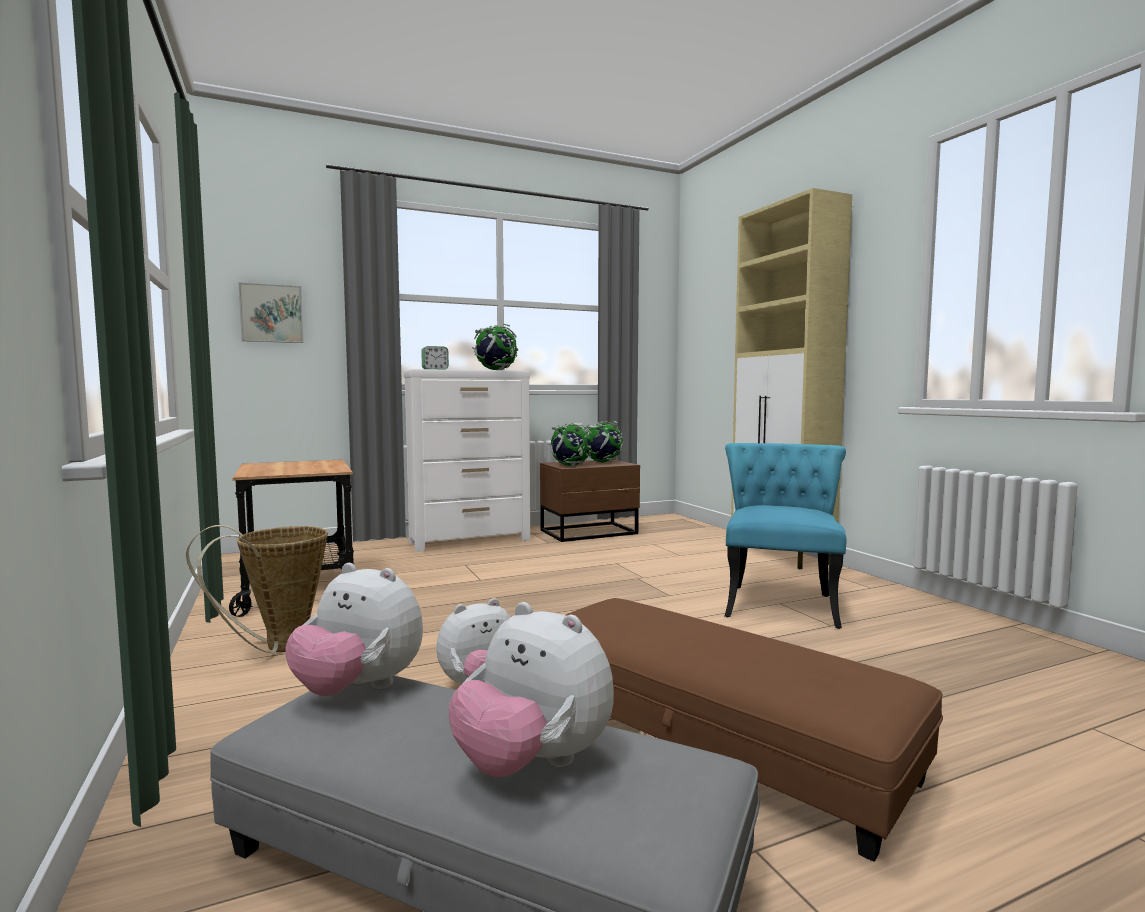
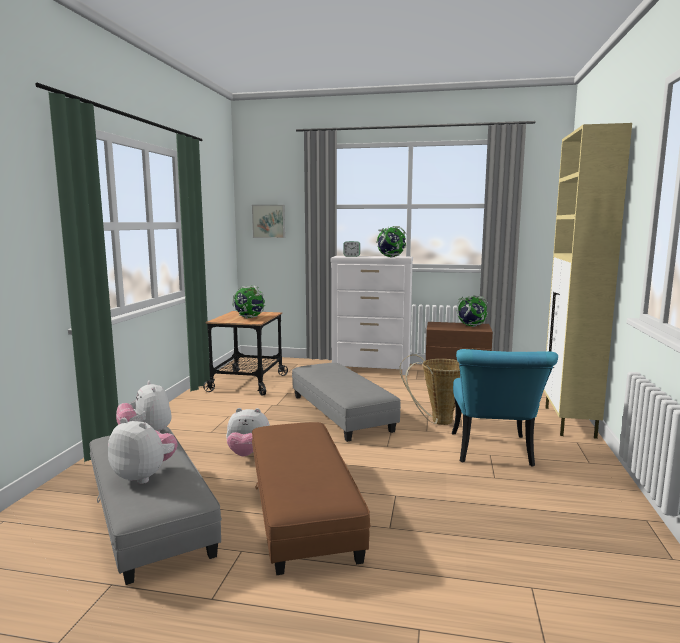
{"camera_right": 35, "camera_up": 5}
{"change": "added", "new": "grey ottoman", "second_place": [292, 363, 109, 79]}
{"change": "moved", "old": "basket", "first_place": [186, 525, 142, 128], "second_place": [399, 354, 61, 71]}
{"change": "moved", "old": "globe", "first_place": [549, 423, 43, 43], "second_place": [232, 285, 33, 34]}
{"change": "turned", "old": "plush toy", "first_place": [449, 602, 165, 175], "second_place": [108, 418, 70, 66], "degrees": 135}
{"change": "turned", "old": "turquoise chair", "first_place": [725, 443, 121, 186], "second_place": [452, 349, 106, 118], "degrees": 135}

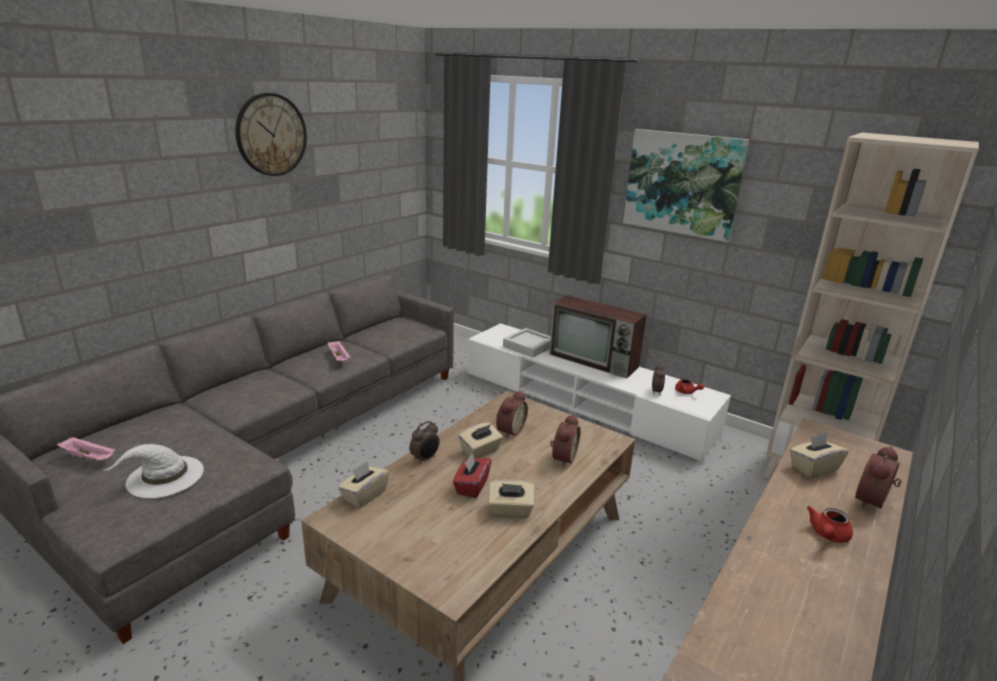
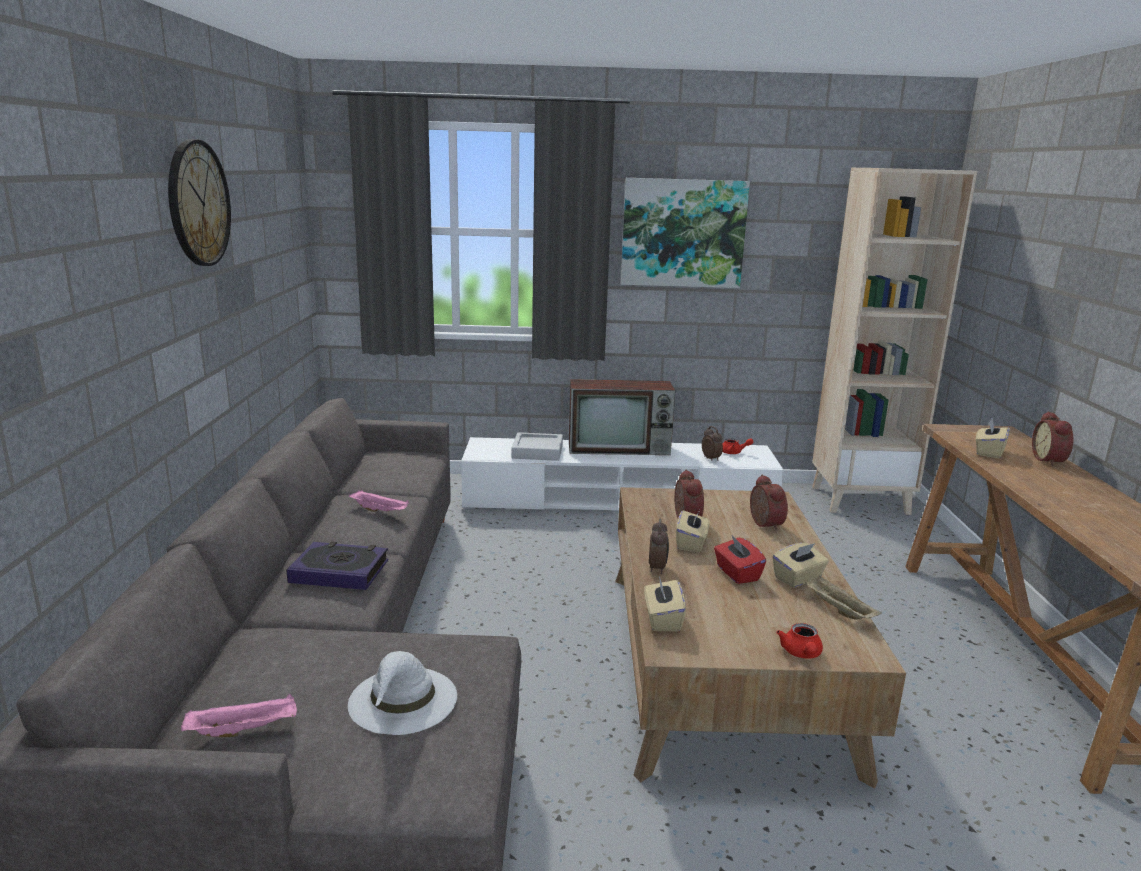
{"camera_right": -35, "camera_up": -5}
{"change": "added", "new": "book", "second_place": [286, 541, 102, 49]}
{"change": "added", "new": "beige tray", "second_place": [804, 575, 78, 45]}
{"change": "moved", "old": "red teapot", "first_place": [807, 506, 46, 37], "second_place": [776, 623, 47, 36]}

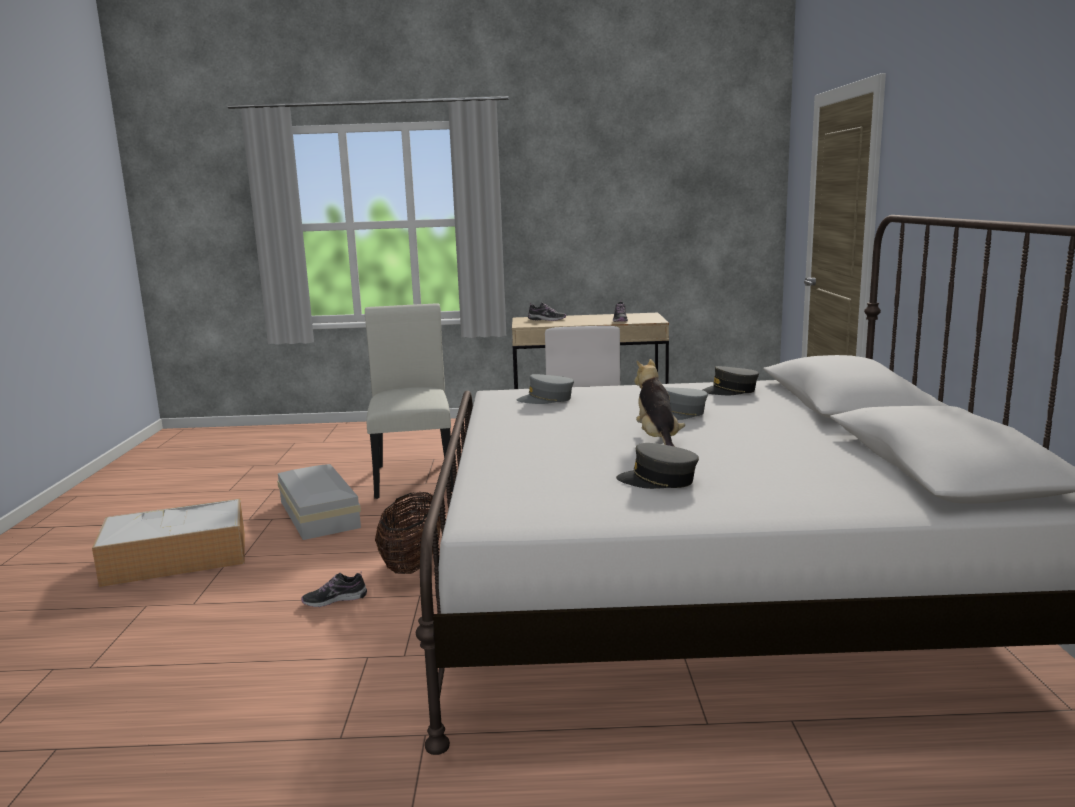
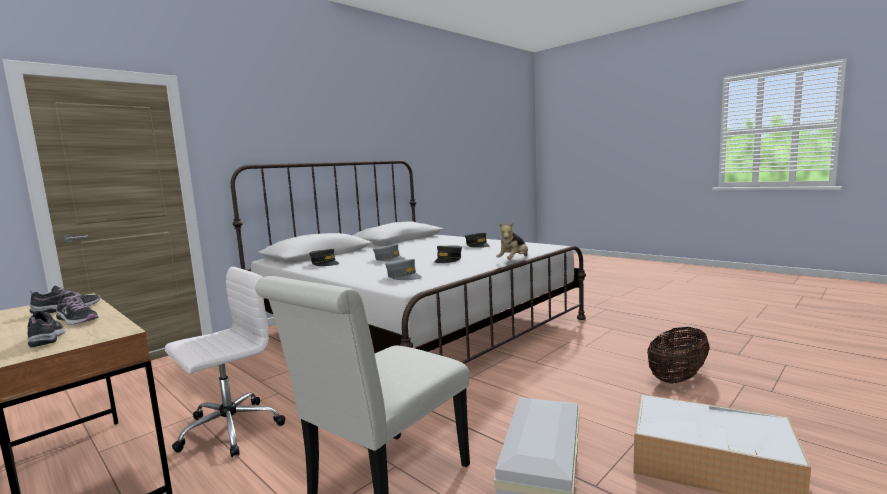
{"camera_right": -135, "camera_up": -5}
{"change": "added", "new": "grey cap", "second_place": [434, 245, 28, 18]}
{"change": "moved", "old": "shoe", "first_place": [301, 571, 66, 36], "second_place": [56, 291, 42, 34]}
{"change": "moved", "old": "basket", "first_place": [375, 492, 66, 82], "second_place": [647, 327, 63, 57]}
{"change": "moved", "old": "plush toy", "first_place": [634, 359, 51, 88], "second_place": [496, 222, 32, 37]}

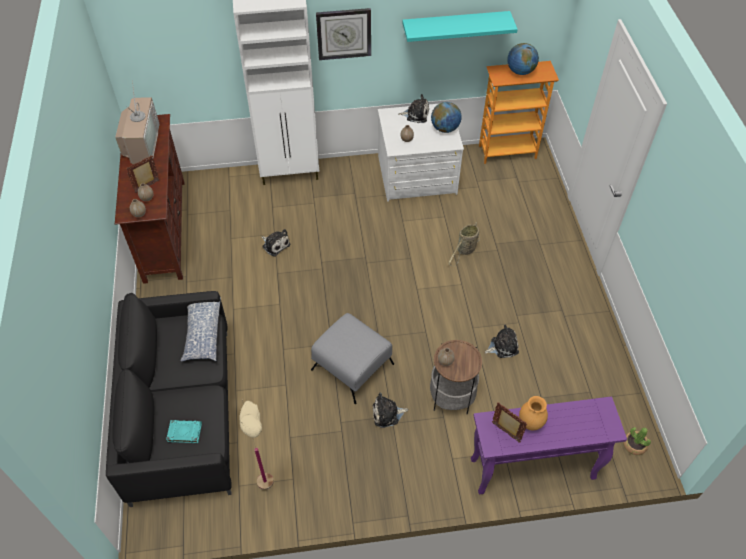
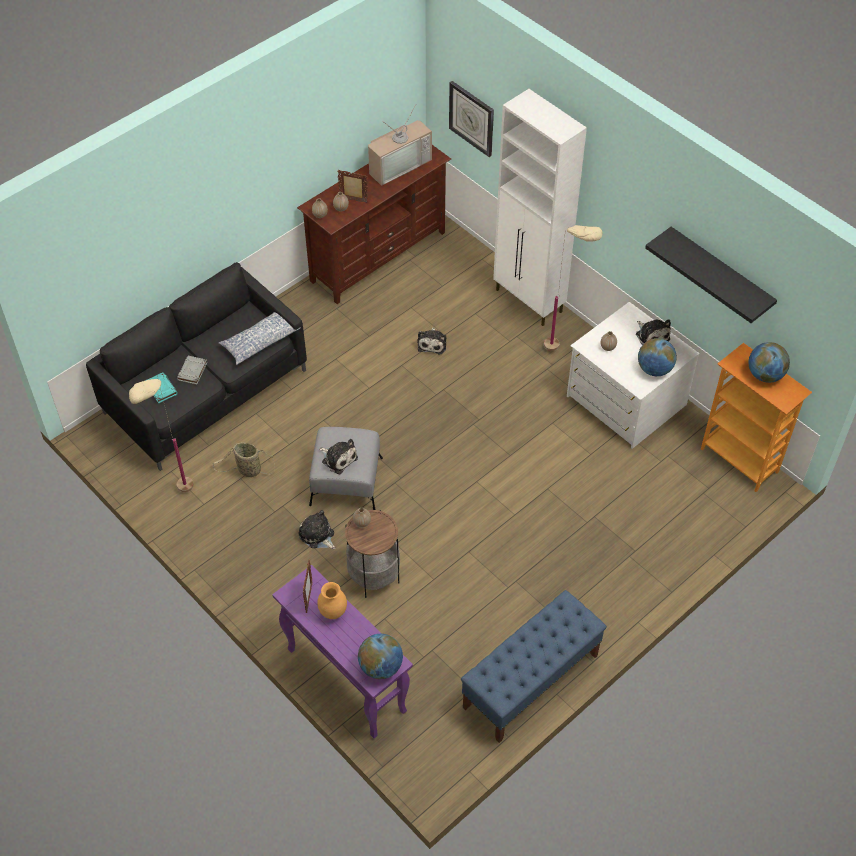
{"camera_right": 55, "camera_up": 0}
{"change": "removed", "old": "potted plant", "first_place": [623, 427, 28, 28]}
{"change": "added", "new": "grey book", "second_place": [177, 356, 30, 29]}
{"change": "added", "new": "globe", "second_place": [358, 634, 45, 45]}
{"change": "added", "new": "blue bench", "second_place": [461, 590, 146, 153]}
{"change": "added", "new": "beige floor lamp", "second_place": [544, 225, 58, 126]}
{"change": "moved", "old": "wall clock", "first_place": [316, 8, 55, 52], "second_place": [449, 81, 45, 76]}
{"change": "moved", "old": "basket", "first_place": [448, 222, 32, 44], "second_place": [212, 442, 63, 35]}
{"change": "moved", "old": "plush toy", "first_place": [485, 325, 34, 33], "second_place": [319, 439, 39, 35]}
{"change": "recoloured", "old": "turquoise shelf", "new": "black shelf", "first_place": [402, 11, 116, 31], "second_place": [645, 227, 132, 96]}

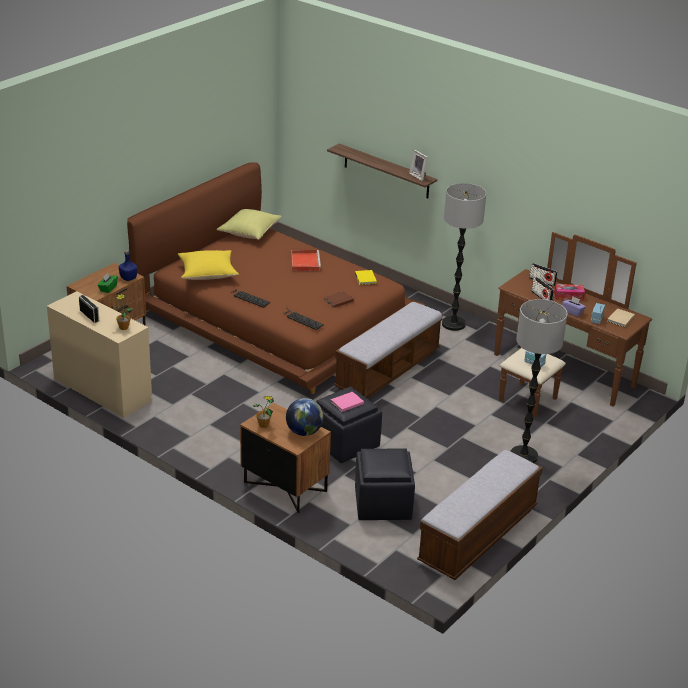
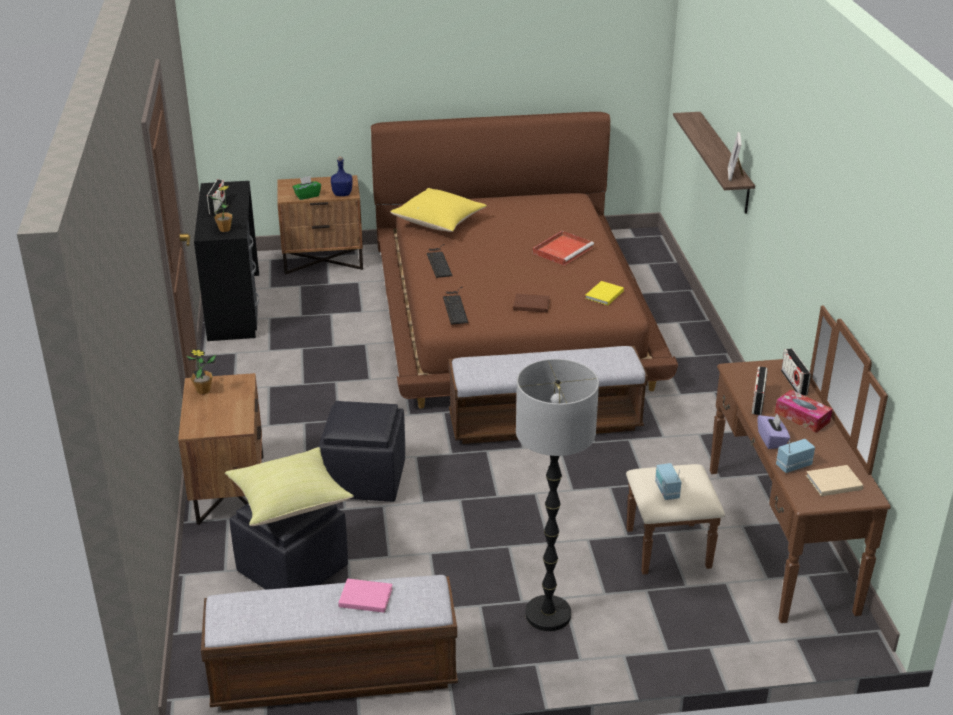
{"camera_right": 45, "camera_up": 0}
{"change": "removed", "old": "globe", "first_place": [286, 398, 37, 38]}
{"change": "removed", "old": "floor lamp", "first_place": [442, 183, 44, 148]}
{"change": "moved", "old": "yellow pillow", "first_place": [217, 209, 64, 31], "second_place": [225, 447, 129, 79]}
{"change": "moved", "old": "pink book", "first_place": [331, 392, 33, 20], "second_place": [338, 578, 55, 35]}
{"change": "recoloured", "old": "beige desk", "new": "black desk", "first_place": [47, 291, 105, 127], "second_place": [194, 181, 65, 160]}

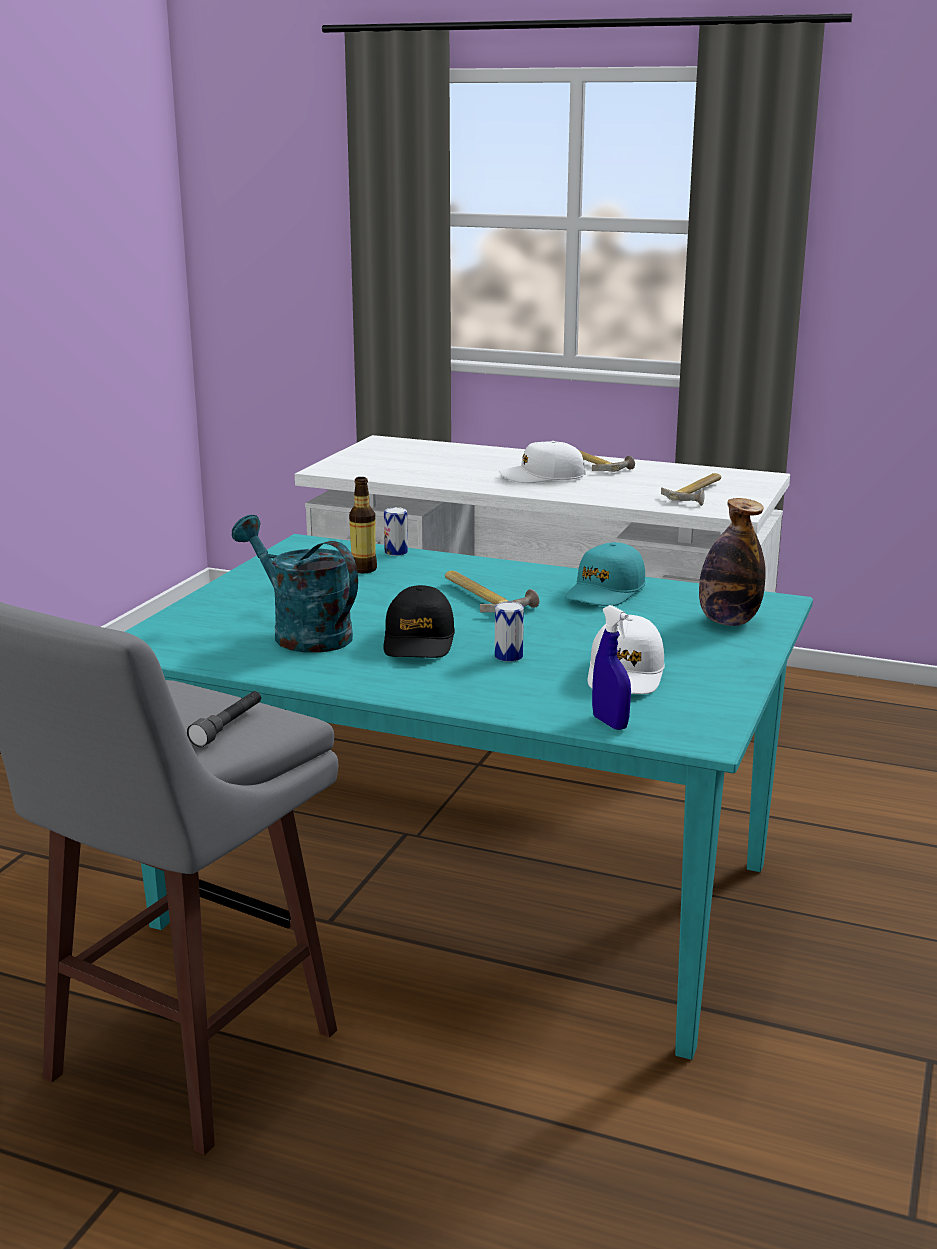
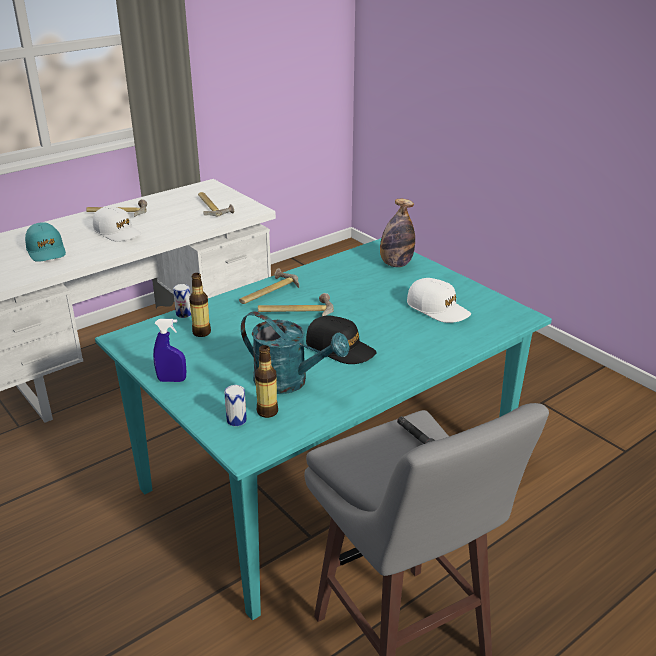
{"camera_right": -60, "camera_up": 10}
{"change": "added", "new": "hammer", "second_place": [239, 268, 60, 36]}
{"change": "added", "new": "bottle", "second_place": [255, 345, 23, 73]}
{"change": "moved", "old": "can", "first_place": [495, 602, 29, 60], "second_place": [224, 385, 23, 41]}
{"change": "moved", "old": "turquoise cap", "first_place": [565, 542, 81, 64], "second_place": [25, 222, 41, 40]}
{"change": "moved", "old": "blue spray bottle", "first_place": [592, 605, 39, 125], "second_place": [153, 319, 33, 63]}
{"change": "turned", "old": "turquoise watering can", "first_place": [232, 515, 126, 138], "second_place": [241, 312, 109, 82], "degrees": -135}
{"change": "turned", "old": "white cap", "first_place": [499, 441, 87, 42], "second_place": [93, 206, 48, 36], "degrees": -75}

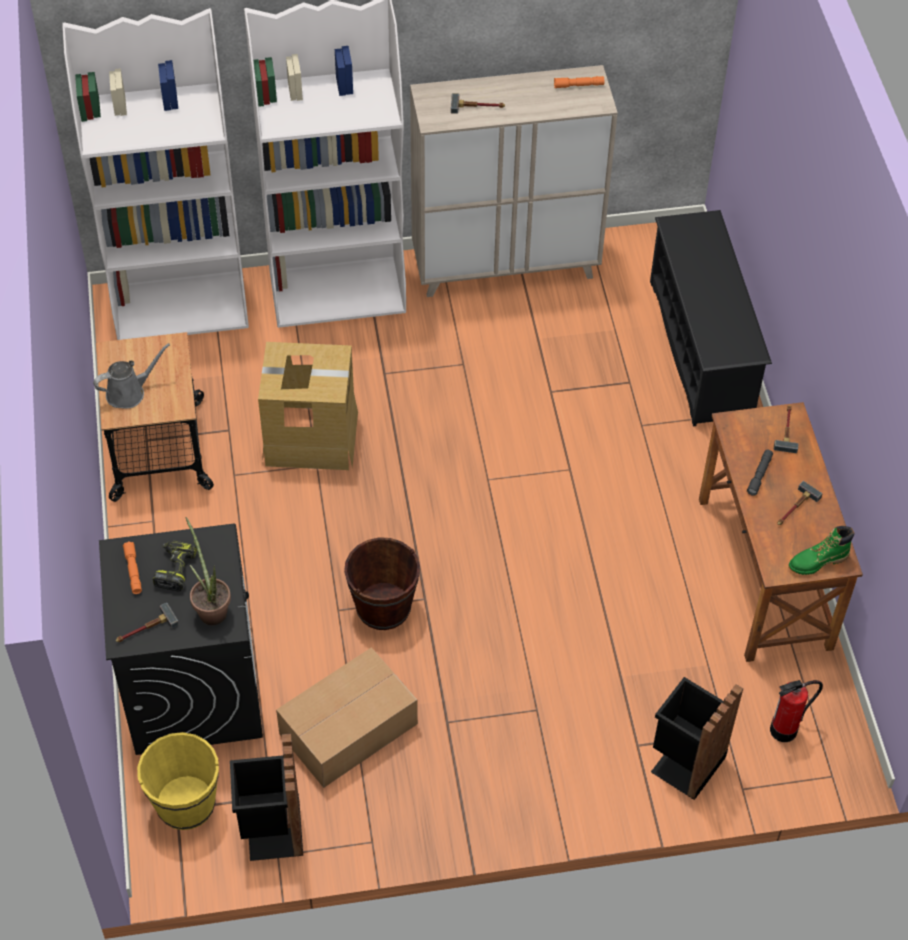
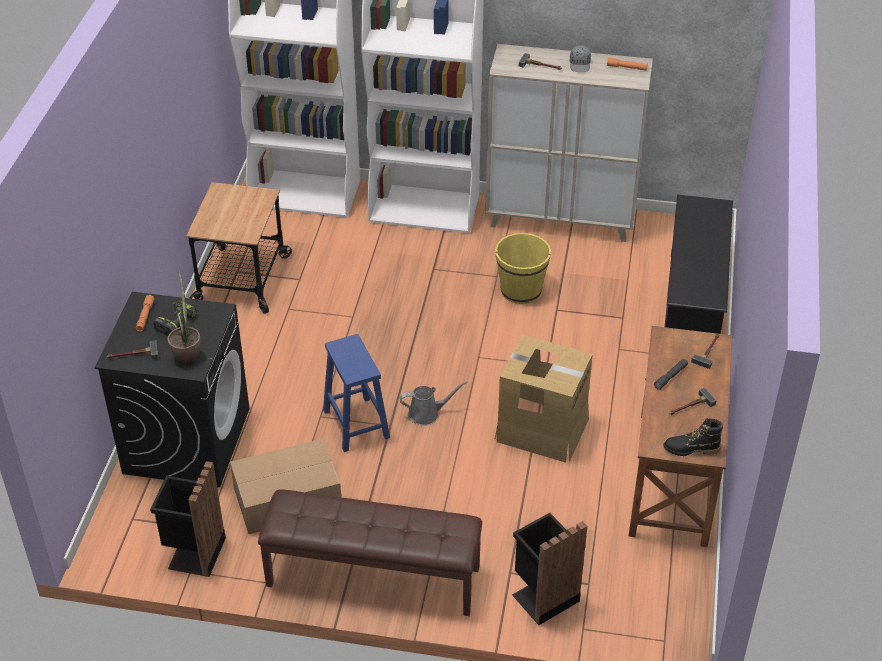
{"camera_right": 20, "camera_up": -10}
{"change": "removed", "old": "fire extinguisher", "first_place": [770, 680, 53, 62]}
{"change": "added", "new": "brown bench", "second_place": [258, 489, 224, 127]}
{"change": "added", "new": "grey cap", "second_place": [570, 45, 21, 27]}
{"change": "moved", "old": "grey watering can", "first_place": [93, 343, 77, 66], "second_place": [400, 381, 68, 45]}
{"change": "moved", "old": "yellow bucket", "first_place": [137, 732, 82, 98], "second_place": [495, 233, 56, 71]}
{"change": "moved", "old": "cardboard box", "first_place": [258, 342, 100, 128], "second_place": [495, 335, 98, 128]}
{"change": "replaced", "old": "brown bucket", "new": "blue stool", "first_place": [344, 537, 76, 93], "second_place": [323, 334, 67, 118]}
{"change": "recoloured", "old": "green boot", "new": "black boot", "first_place": [789, 526, 65, 49], "second_place": [663, 418, 60, 38]}

